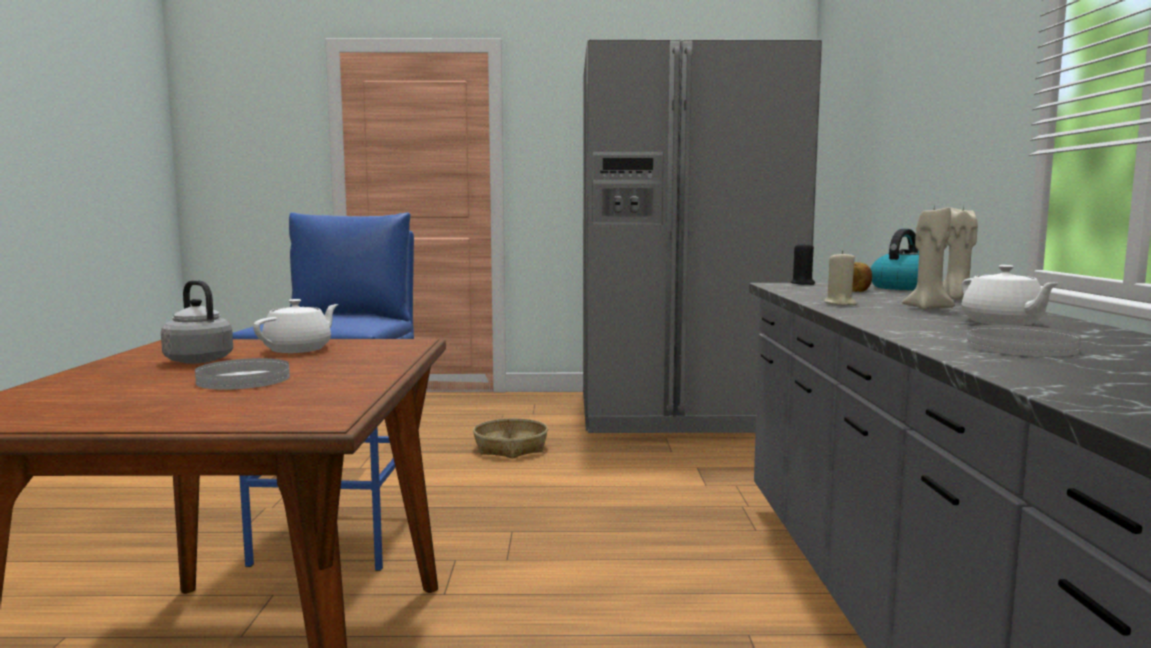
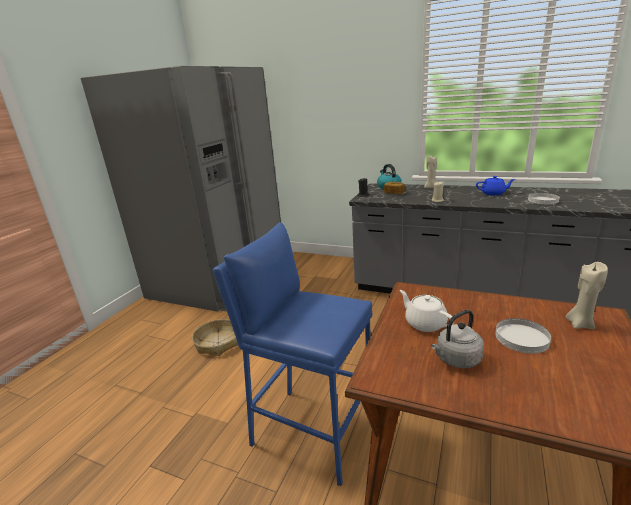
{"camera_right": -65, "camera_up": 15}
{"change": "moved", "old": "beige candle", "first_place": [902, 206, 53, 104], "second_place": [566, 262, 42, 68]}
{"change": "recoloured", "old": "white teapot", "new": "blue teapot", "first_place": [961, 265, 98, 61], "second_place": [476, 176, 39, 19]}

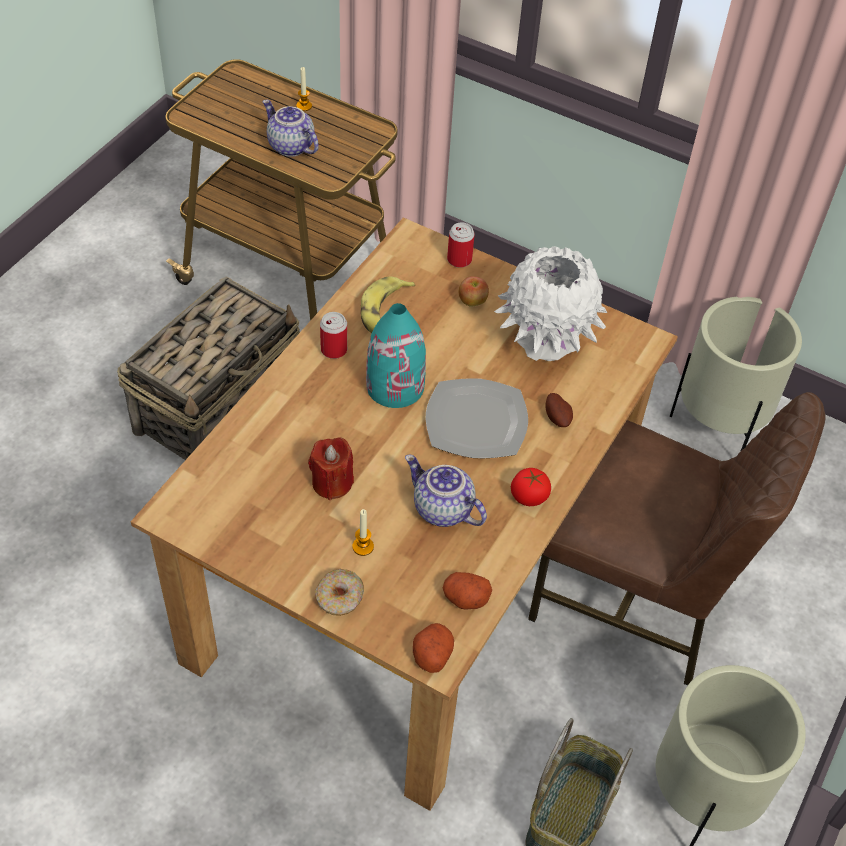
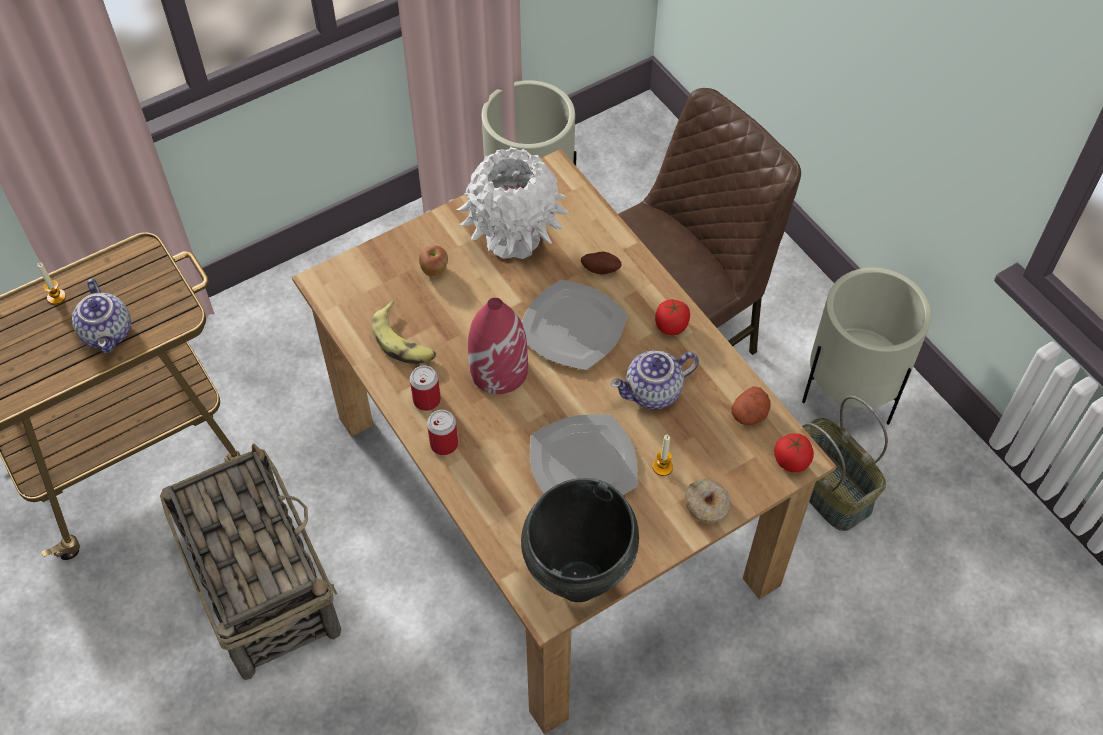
{"camera_right": -60, "camera_up": 5}
{"change": "added", "new": "black cooking pot", "second_place": [521, 478, 118, 124]}
{"change": "moved", "old": "can", "first_place": [447, 222, 28, 46], "second_place": [427, 410, 31, 45]}
{"change": "replaced", "old": "red candle", "new": "plate", "first_place": [308, 438, 46, 62], "second_place": [530, 415, 108, 80]}
{"change": "replaced", "old": "potato", "new": "tomato", "first_place": [413, 623, 41, 50], "second_place": [774, 433, 40, 39]}
{"change": "recoloured", "old": "turquoise vase", "new": "red vase", "first_place": [366, 303, 60, 105], "second_place": [468, 298, 60, 96]}
{"change": "turned", "old": "teapot", "first_place": [263, 100, 56, 57], "second_place": [72, 279, 59, 74], "degrees": -90}

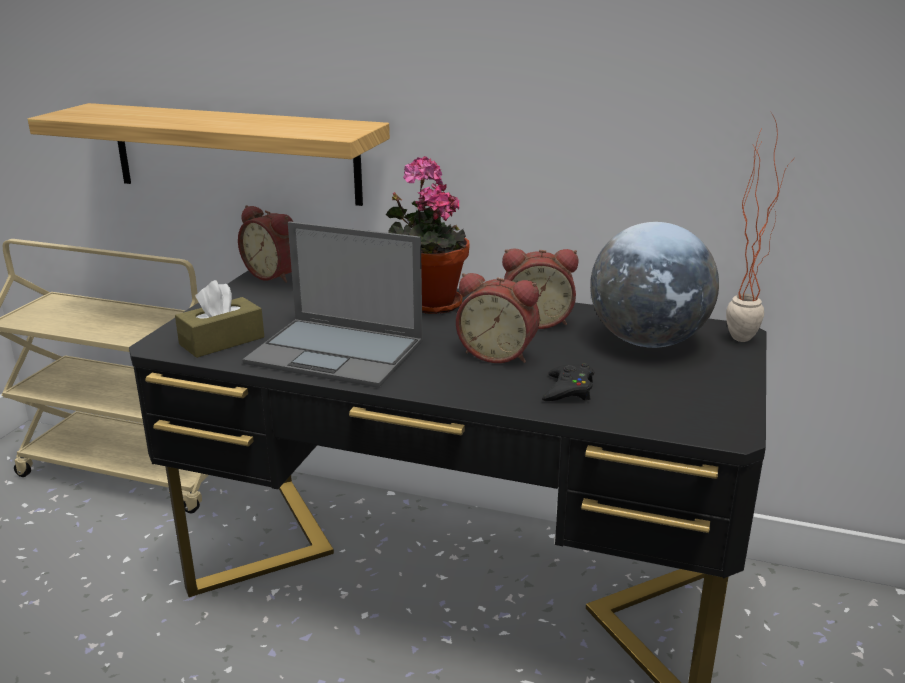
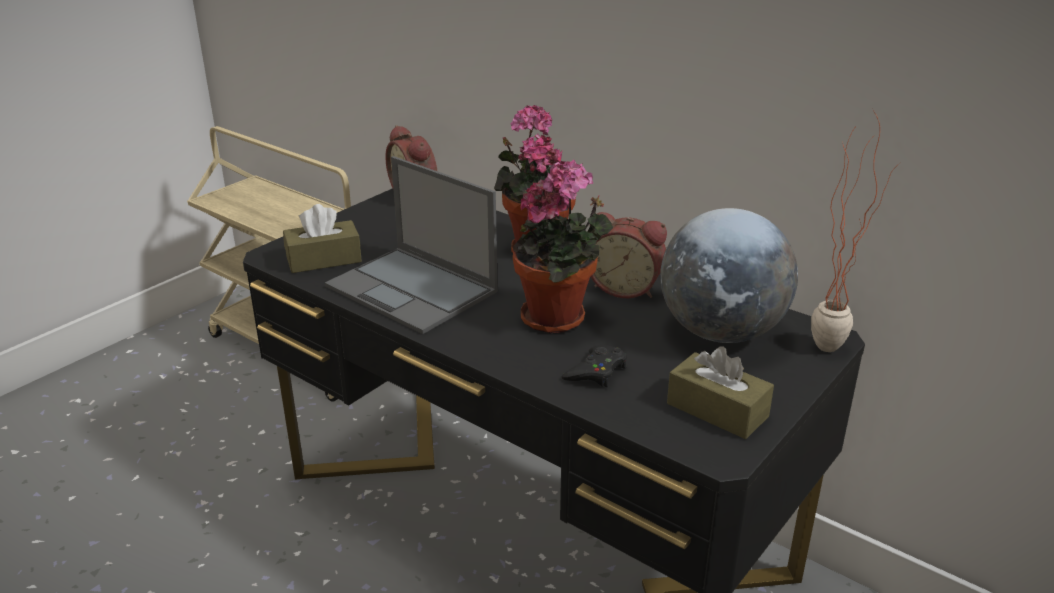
{"camera_right": 20, "camera_up": 5}
{"change": "removed", "old": "shelf", "first_place": [28, 103, 362, 103]}
{"change": "added", "new": "brown tissue box", "second_place": [667, 346, 107, 93]}
{"change": "replaced", "old": "alarm clock", "new": "potted plant", "first_place": [456, 273, 84, 90], "second_place": [513, 160, 100, 174]}

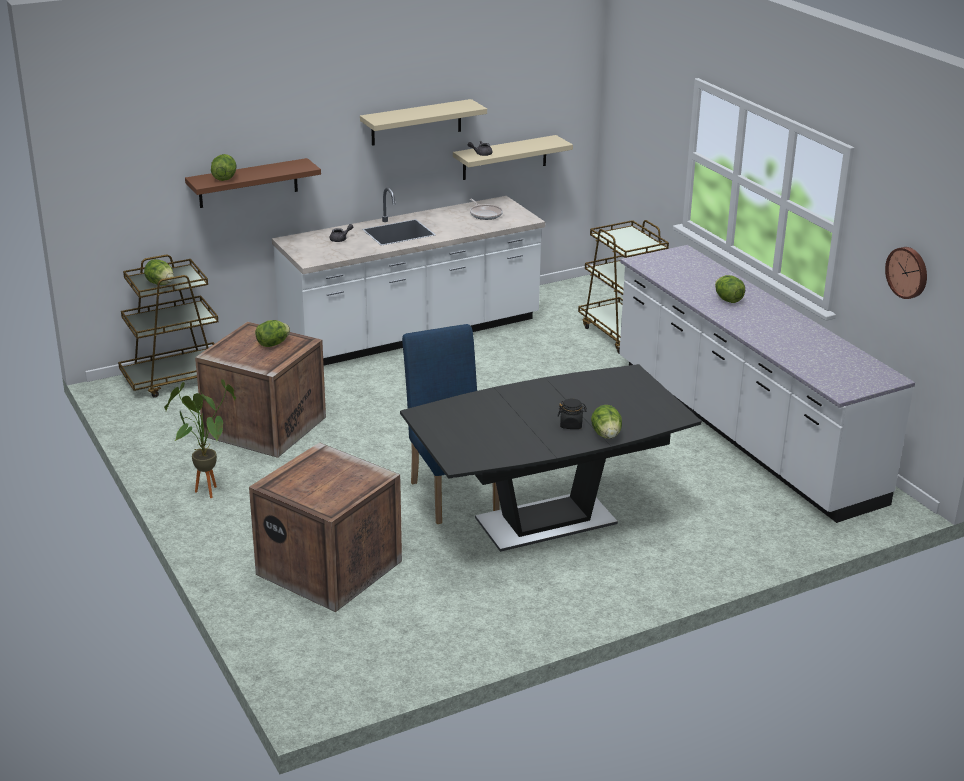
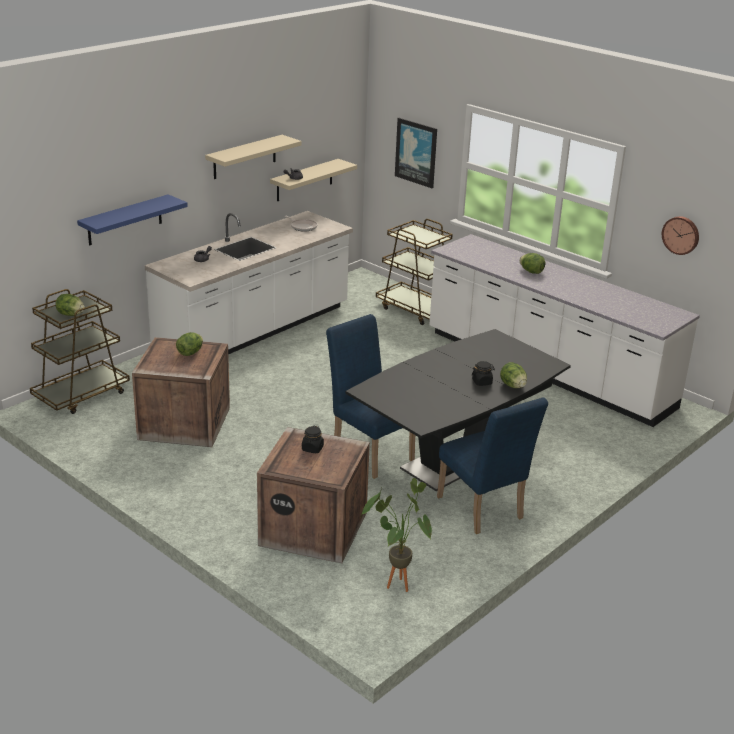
{"camera_right": -20, "camera_up": 0}
{"change": "removed", "old": "lettuce", "first_place": [211, 154, 26, 27]}
{"change": "added", "new": "black jar", "second_place": [302, 426, 22, 27]}
{"change": "added", "new": "picture", "second_place": [395, 118, 42, 70]}
{"change": "added", "new": "blue chair", "second_place": [437, 397, 111, 137]}
{"change": "moved", "old": "potted plant", "first_place": [164, 379, 73, 119], "second_place": [361, 478, 71, 114]}
{"change": "recoloured", "old": "brown shelf", "new": "blue shelf", "first_place": [185, 158, 136, 50], "second_place": [77, 194, 111, 52]}

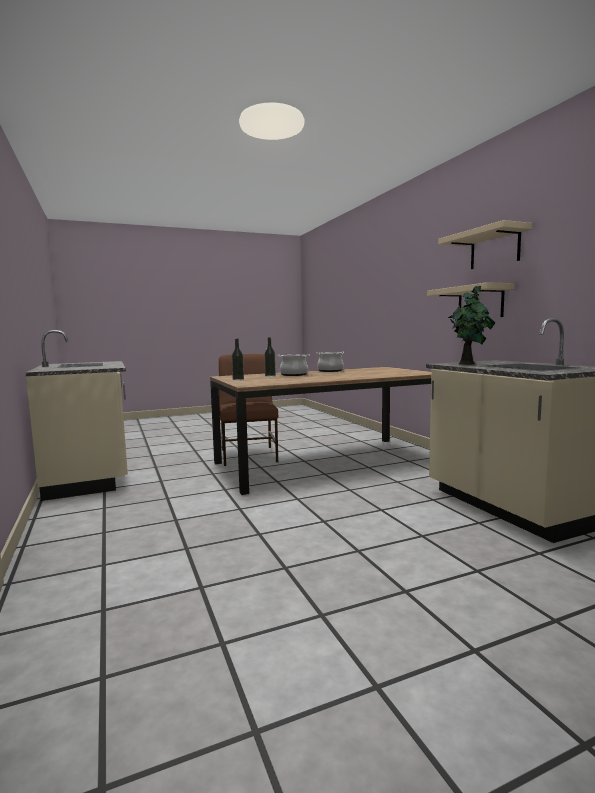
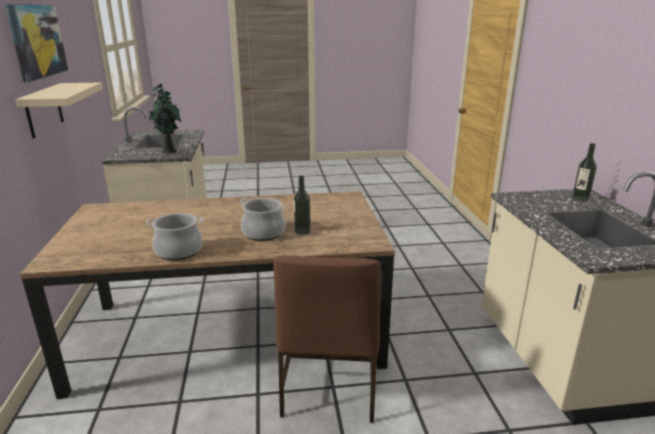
{"camera_right": -165, "camera_up": 15}
{"change": "moved", "old": "bottle", "first_place": [232, 338, 12, 43], "second_place": [572, 143, 25, 59]}
{"change": "replaced", "old": "beige shelf", "new": "picture", "first_place": [438, 220, 94, 49], "second_place": [5, 4, 63, 78]}

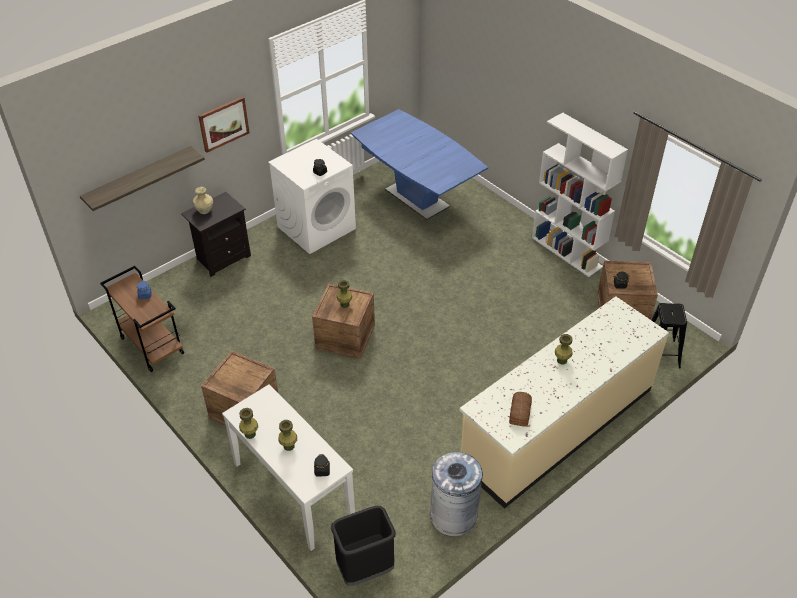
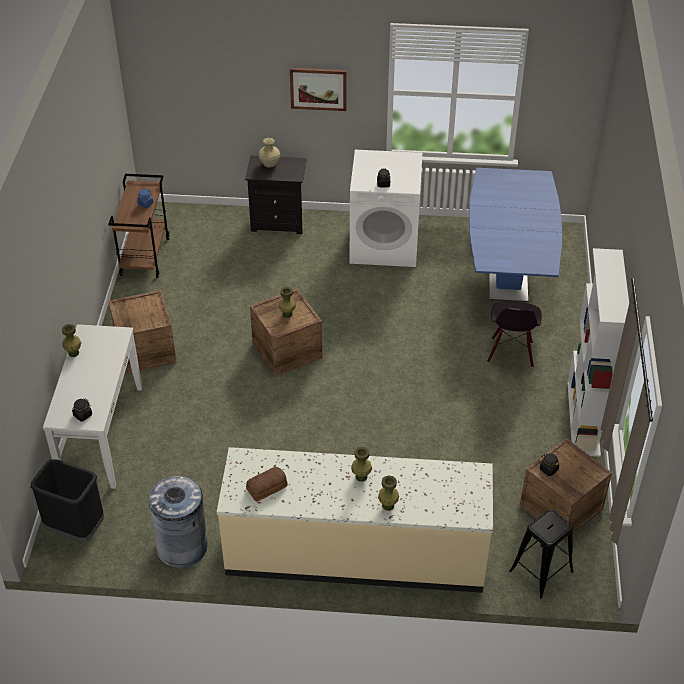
{"camera_right": 45, "camera_up": 0}
{"change": "removed", "old": "shelf", "first_place": [80, 146, 125, 65]}
{"change": "added", "new": "black chair", "second_place": [487, 302, 55, 66]}
{"change": "moved", "old": "green vase", "first_place": [278, 420, 19, 31], "second_place": [378, 475, 21, 36]}

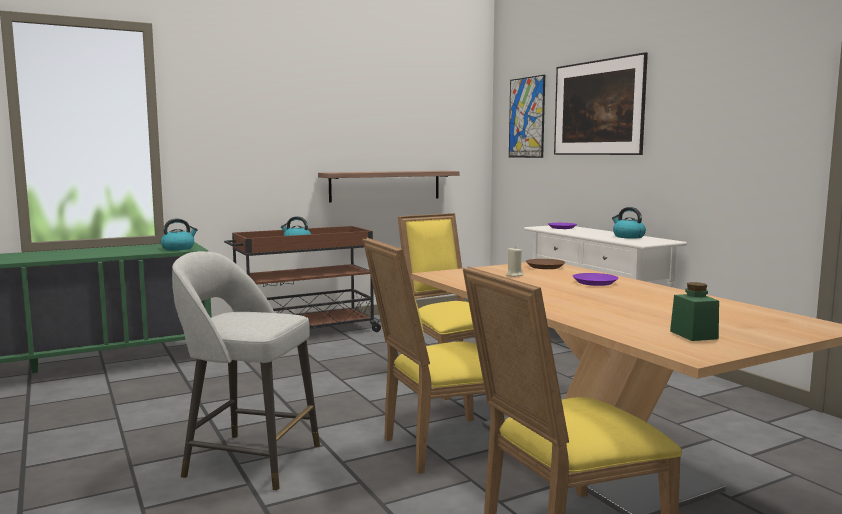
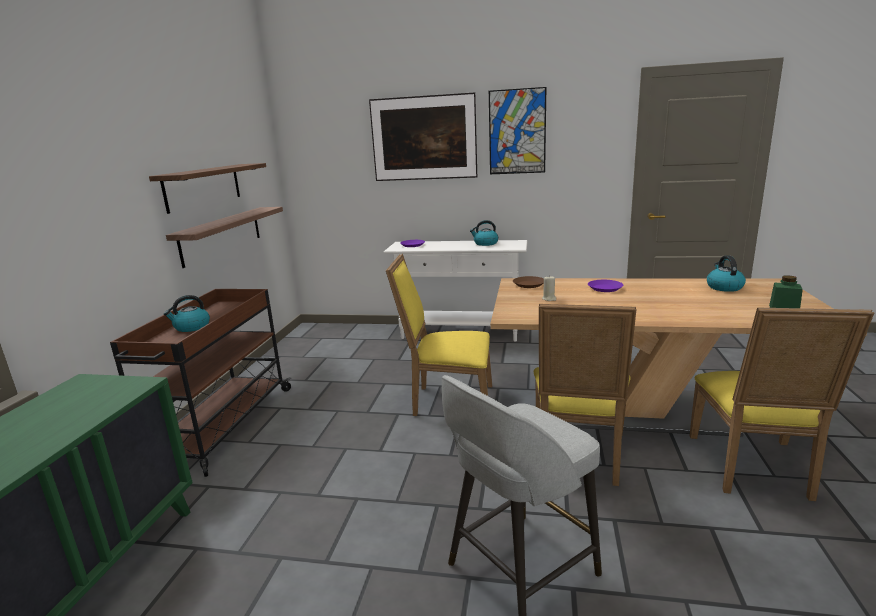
{"camera_right": -50, "camera_up": 10}
{"change": "added", "new": "shelf", "second_place": [149, 163, 117, 51]}
{"change": "moved", "old": "kettle", "first_place": [161, 219, 37, 32], "second_place": [707, 255, 39, 37]}
{"change": "moved", "old": "picture", "first_place": [509, 75, 36, 83], "second_place": [489, 87, 57, 87]}

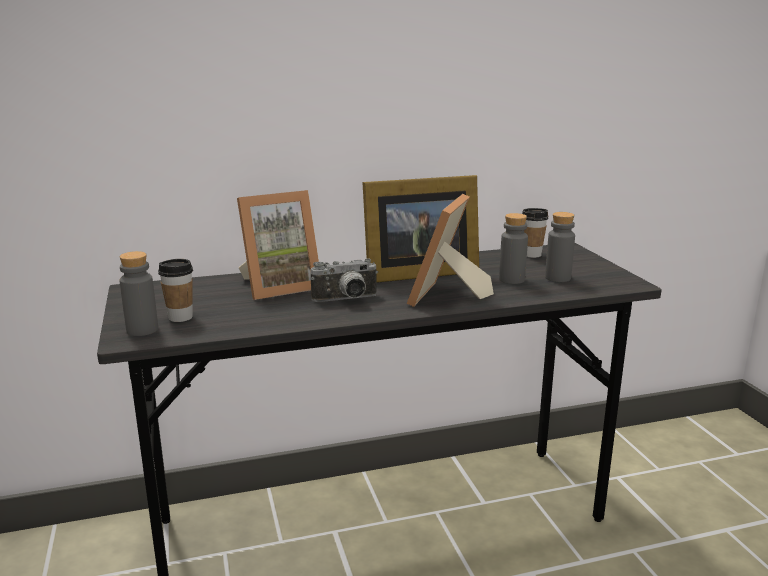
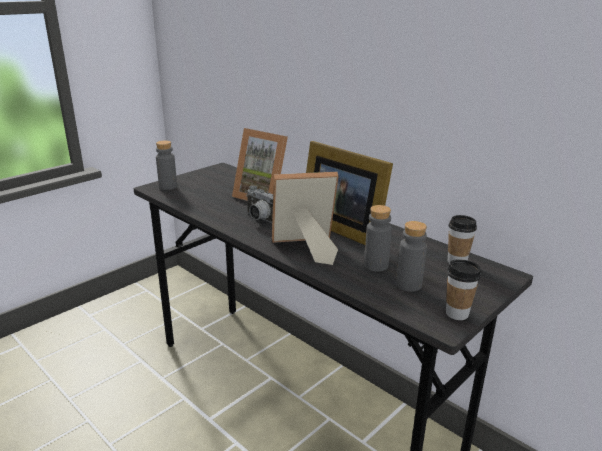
{"camera_right": 60, "camera_up": 5}
{"change": "moved", "old": "cup", "first_place": [158, 259, 35, 63], "second_place": [446, 259, 35, 61]}

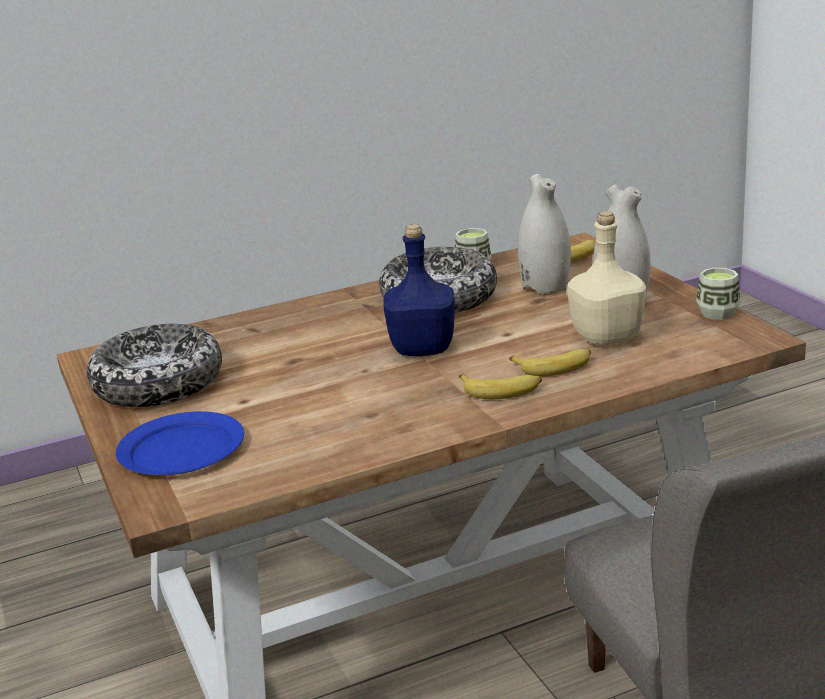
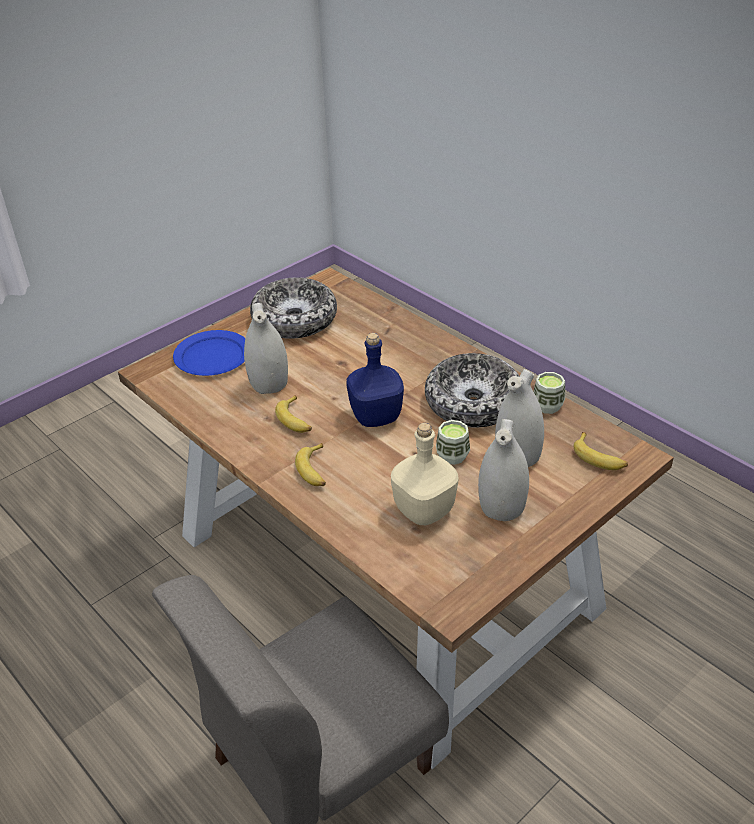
{"camera_right": 70, "camera_up": 15}
{"change": "added", "new": "white vase", "second_place": [244, 303, 44, 91]}
{"change": "moved", "old": "banana", "first_place": [509, 349, 82, 27], "second_place": [275, 395, 37, 38]}
{"change": "moved", "old": "cup", "first_place": [696, 268, 44, 52], "second_place": [436, 420, 34, 45]}

